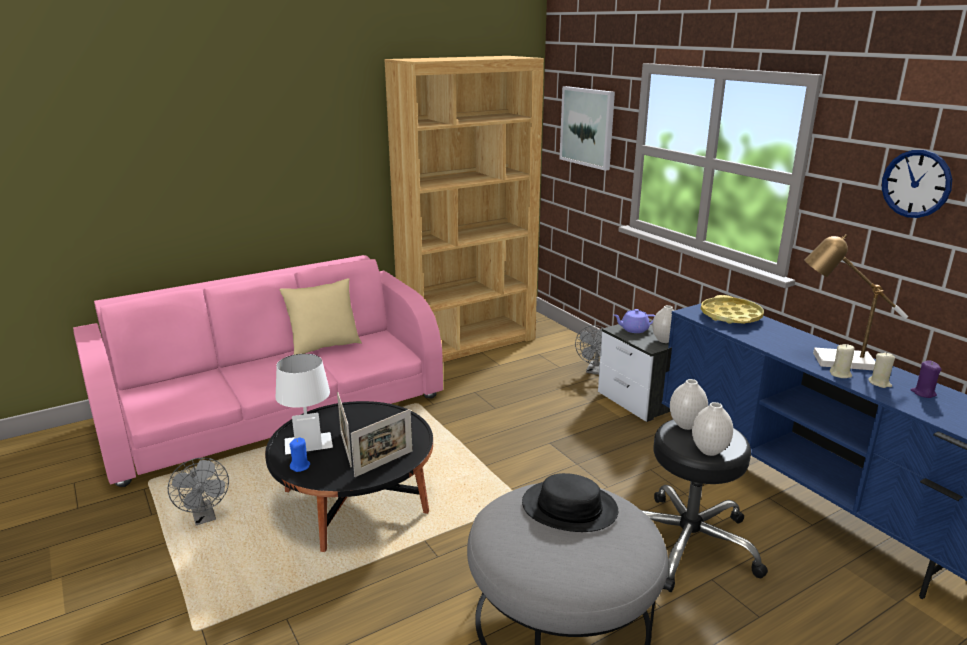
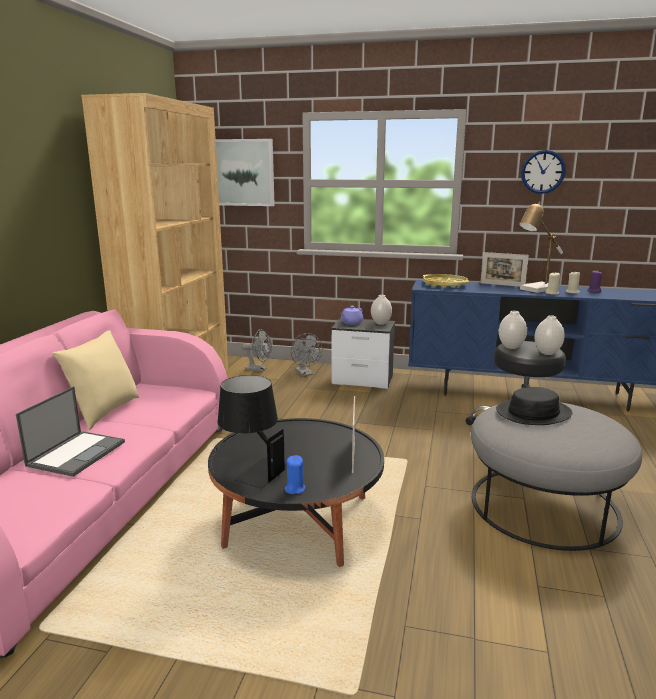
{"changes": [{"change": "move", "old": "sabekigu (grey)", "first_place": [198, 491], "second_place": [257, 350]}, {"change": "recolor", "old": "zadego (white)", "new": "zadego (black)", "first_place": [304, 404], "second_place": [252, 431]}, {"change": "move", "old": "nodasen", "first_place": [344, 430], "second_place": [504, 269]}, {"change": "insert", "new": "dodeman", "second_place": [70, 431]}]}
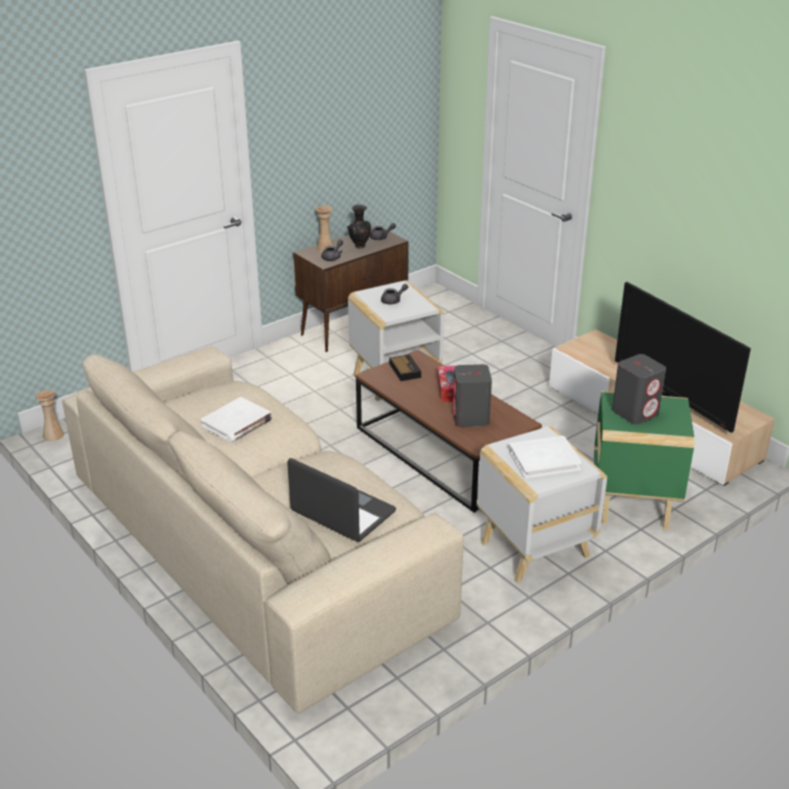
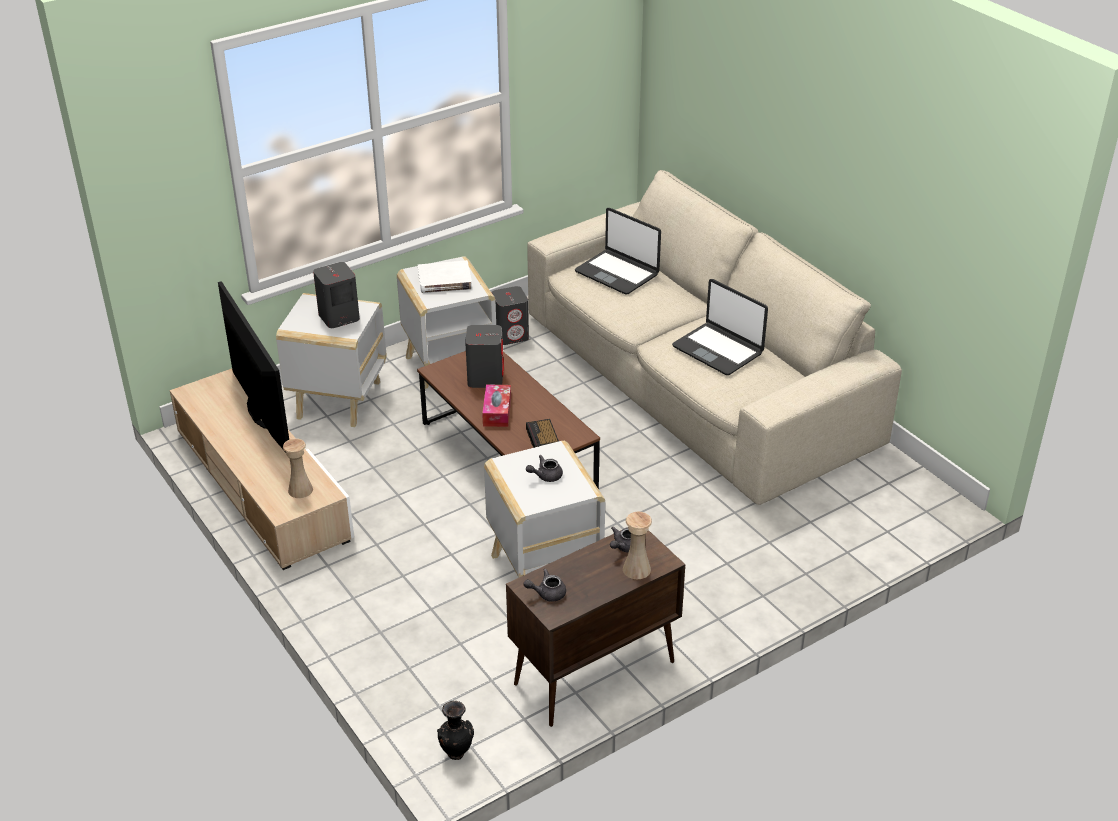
{"changes": [{"change": "move", "old": "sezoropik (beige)", "first_place": [50, 415], "second_place": [298, 468]}, {"change": "replace", "old": "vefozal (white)", "new": "dodeman", "first_place": [236, 419], "second_place": [720, 327]}, {"change": "move", "old": "sezoropik (black)", "first_place": [359, 226], "second_place": [455, 730]}, {"change": "recolor", "old": "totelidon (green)", "new": "totelidon (white)", "first_place": [644, 460], "second_place": [331, 360]}, {"change": "insert", "new": "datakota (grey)", "second_place": [510, 315]}]}
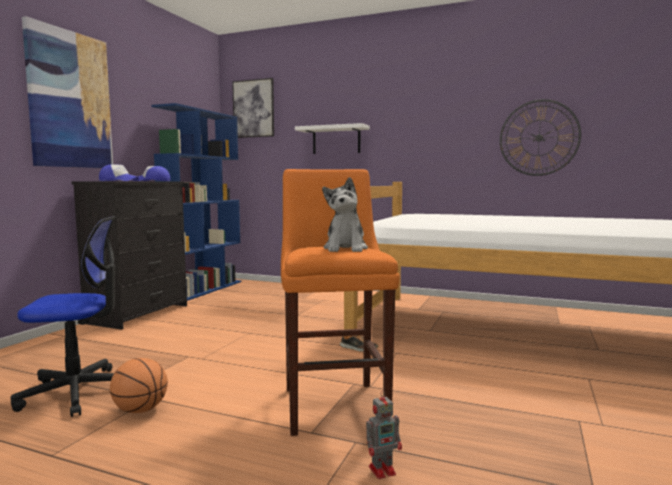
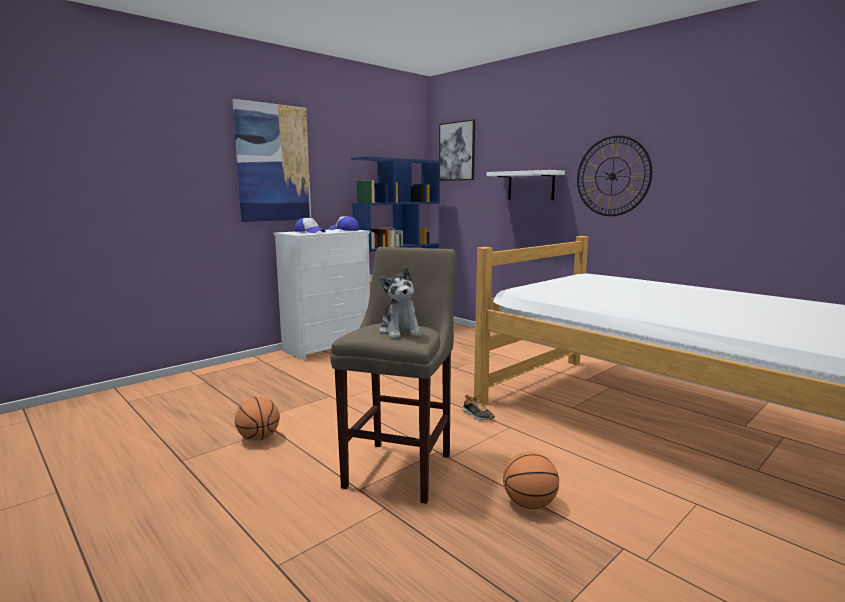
{"changes": [{"change": "delete", "old": "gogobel", "first_place": [63, 316]}, {"change": "recolor", "old": "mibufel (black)", "new": "mibufel (white)", "first_place": [129, 255], "second_place": [322, 295]}, {"change": "recolor", "old": "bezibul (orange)", "new": "bezibul (beige)", "first_place": [340, 302], "second_place": [393, 375]}, {"change": "rotate", "old": "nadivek", "first_place": [345, 214], "second_place": [400, 303], "degrees": -45}, {"change": "delete", "old": "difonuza", "first_place": [384, 434]}, {"change": "move", "old": "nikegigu", "first_place": [540, 137], "second_place": [614, 175]}, {"change": "insert", "new": "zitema", "second_place": [531, 480]}]}
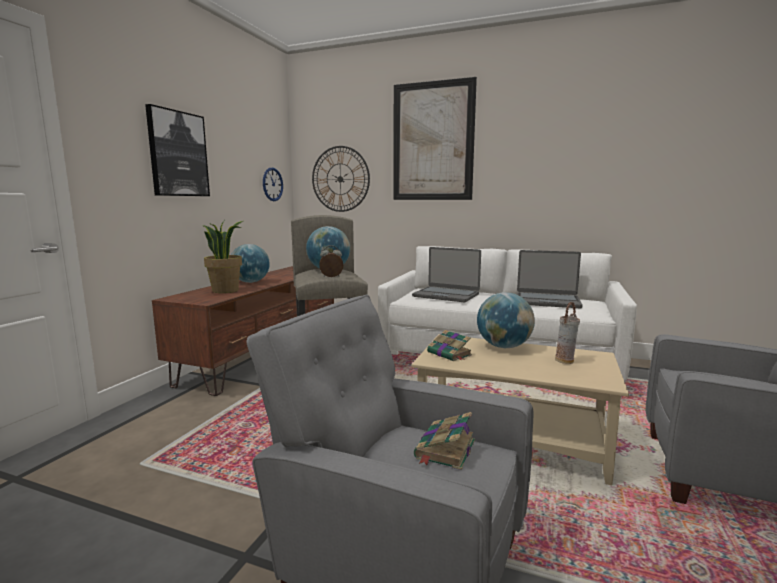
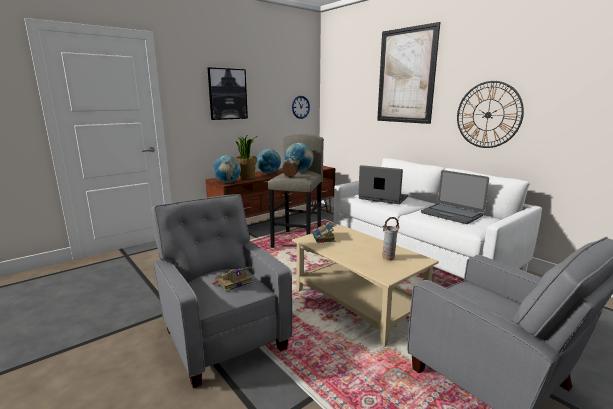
{"changes": [{"change": "move", "old": "nikegigu", "first_place": [341, 179], "second_place": [490, 114]}, {"change": "rotate", "old": "dodeman", "first_place": [446, 274], "second_place": [383, 184], "degrees": 150}, {"change": "move", "old": "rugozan", "first_place": [506, 320], "second_place": [227, 169]}]}
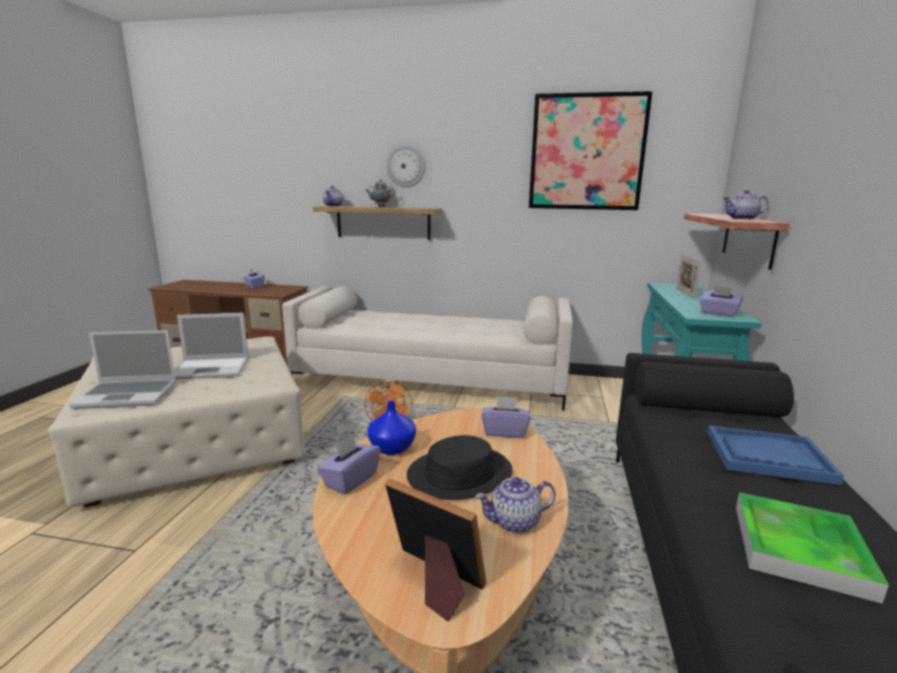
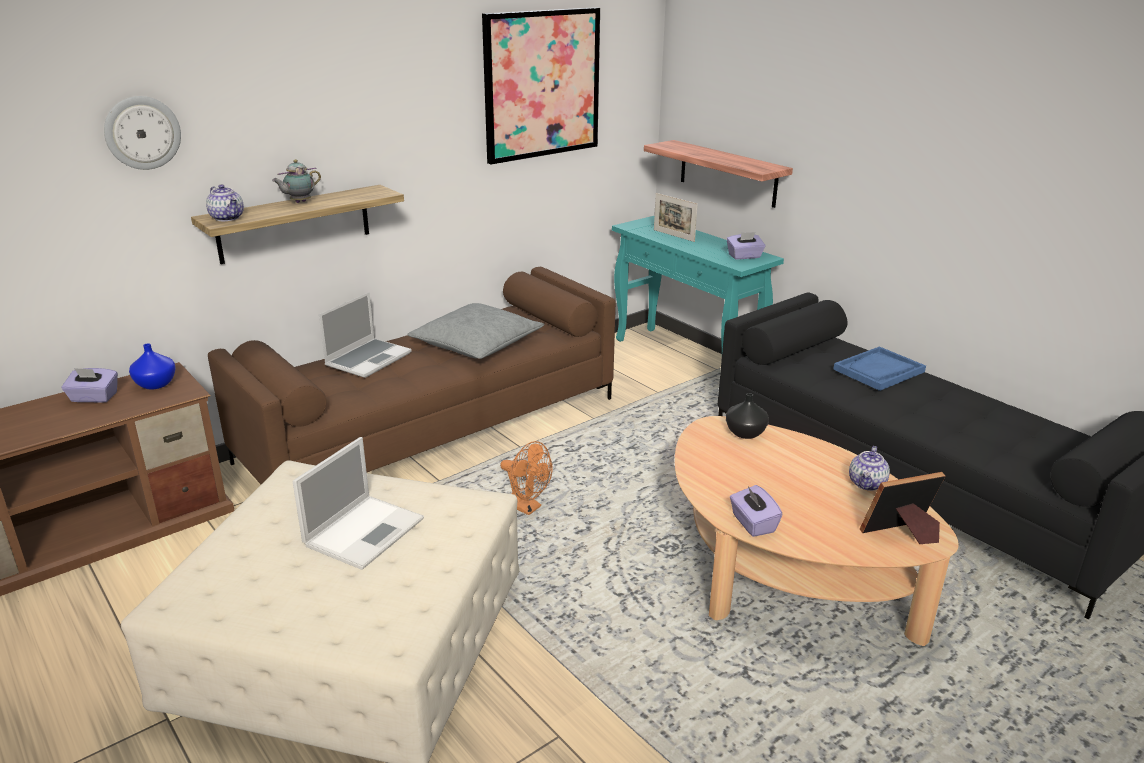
{"changes": [{"change": "move", "old": "dodeman", "first_place": [123, 369], "second_place": [365, 335]}, {"change": "recolor", "old": "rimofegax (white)", "new": "rimofegax (brown)", "first_place": [427, 348], "second_place": [412, 375]}, {"change": "move", "old": "sezoropik (blue)", "first_place": [391, 428], "second_place": [152, 366]}, {"change": "move", "old": "nikegigu", "first_place": [406, 166], "second_place": [142, 133]}, {"change": "delete", "old": "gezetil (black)", "first_place": [460, 467]}, {"change": "replace", "old": "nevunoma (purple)", "new": "sezoropik (black)", "first_place": [506, 417], "second_place": [747, 416]}, {"change": "delete", "old": "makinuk", "first_place": [746, 205]}, {"change": "delete", "old": "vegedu", "first_place": [812, 548]}, {"change": "insert", "new": "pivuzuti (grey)", "second_place": [475, 331]}]}
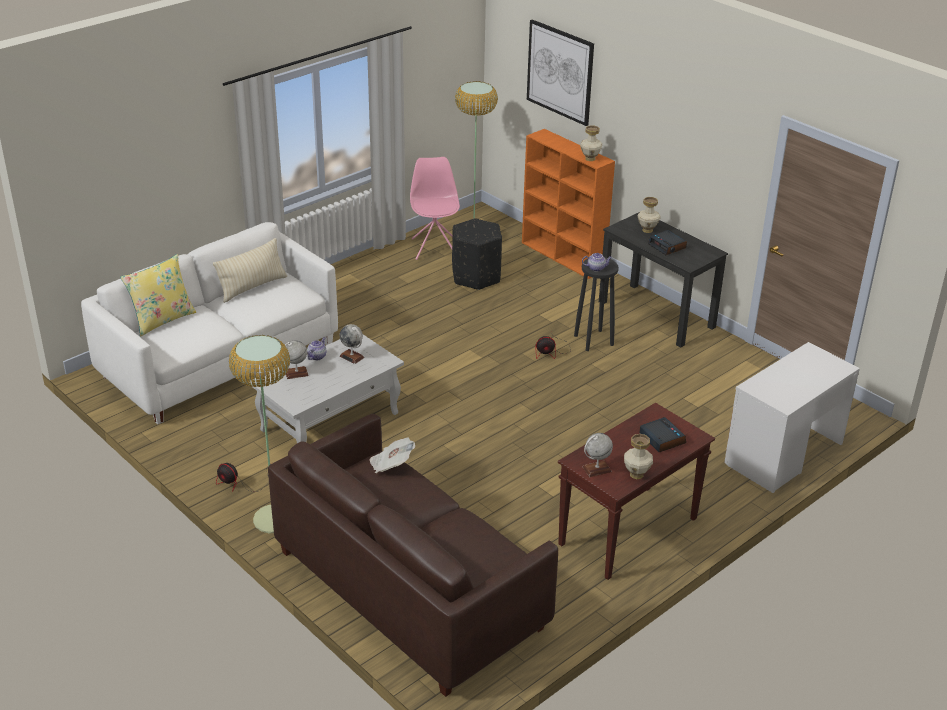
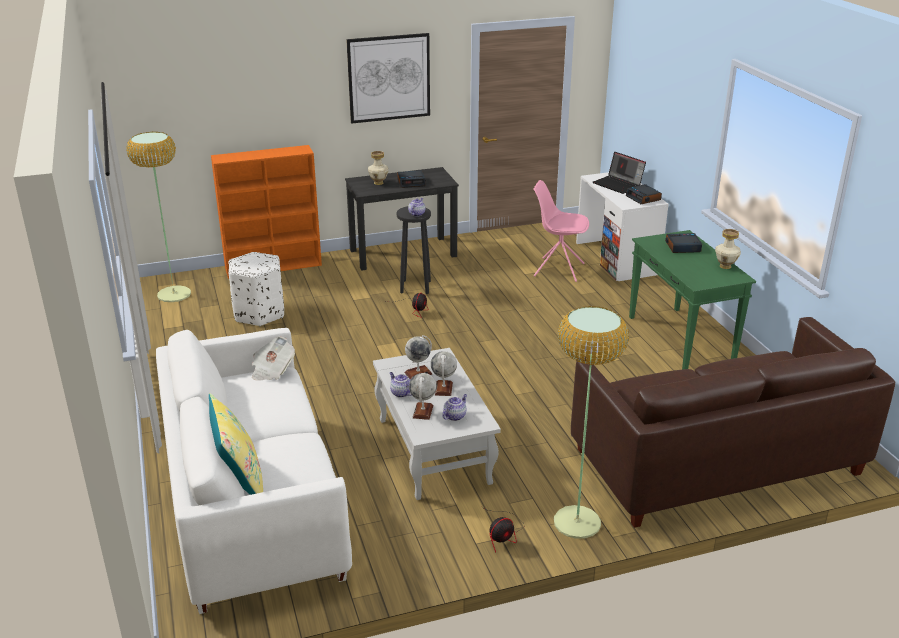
{"changes": [{"change": "delete", "old": "pivuzuti (beige)", "first_place": [250, 270]}, {"change": "move", "old": "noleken", "first_place": [392, 455], "second_place": [273, 358]}, {"change": "move", "old": "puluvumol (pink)", "first_place": [435, 208], "second_place": [561, 231]}, {"change": "recolor", "old": "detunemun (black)", "new": "detunemun (white)", "first_place": [477, 254], "second_place": [256, 289]}, {"change": "move", "old": "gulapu", "first_place": [560, 72], "second_place": [388, 78]}, {"change": "recolor", "old": "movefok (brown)", "new": "movefok (green)", "first_place": [636, 491], "second_place": [692, 300]}, {"change": "delete", "old": "sezoropik", "first_place": [591, 143]}, {"change": "move", "old": "rugozan", "first_place": [597, 455], "second_place": [444, 373]}, {"change": "insert", "new": "makinuk", "second_place": [454, 407]}, {"change": "insert", "new": "dodeman", "second_place": [619, 173]}, {"change": "insert", "new": "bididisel", "second_place": [644, 194]}]}
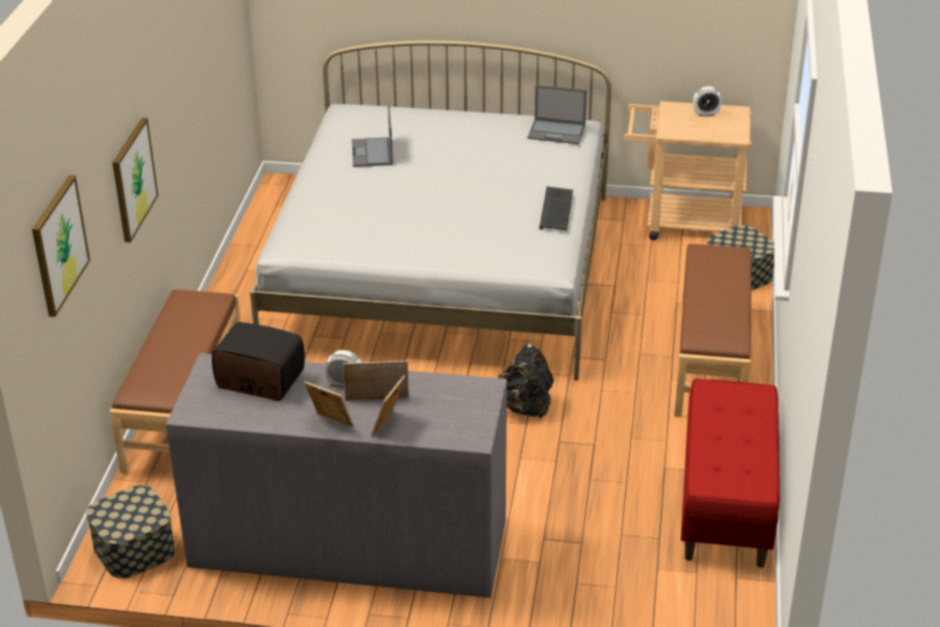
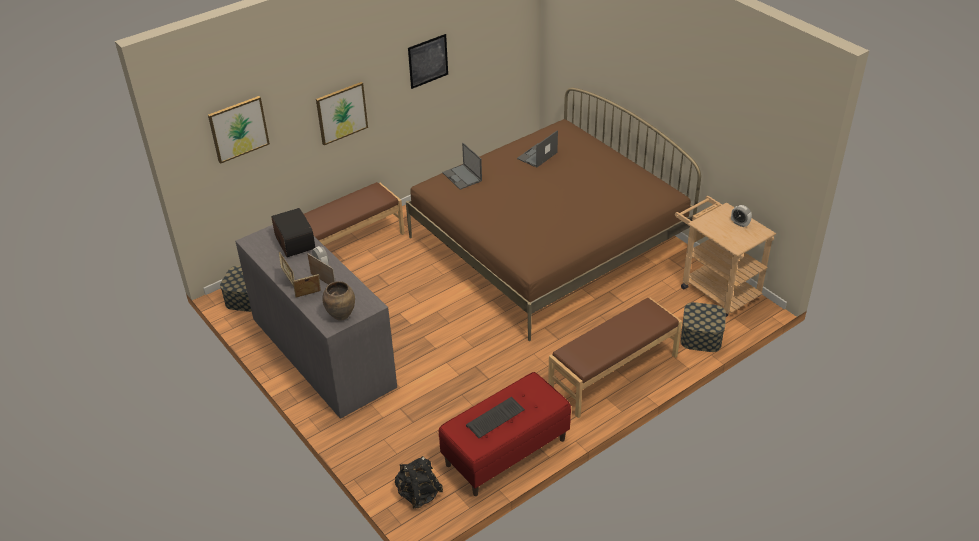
{"changes": [{"change": "recolor", "old": "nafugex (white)", "new": "nafugex (brown)", "first_place": [430, 210], "second_place": [553, 214]}, {"change": "move", "old": "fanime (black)", "first_place": [525, 381], "second_place": [419, 482]}, {"change": "move", "old": "dodeman", "first_place": [557, 114], "second_place": [462, 166]}, {"change": "move", "old": "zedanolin", "first_place": [556, 208], "second_place": [495, 417]}, {"change": "insert", "new": "sezoropik (brown)", "second_place": [339, 301]}, {"change": "insert", "new": "gulapu", "second_place": [428, 61]}]}
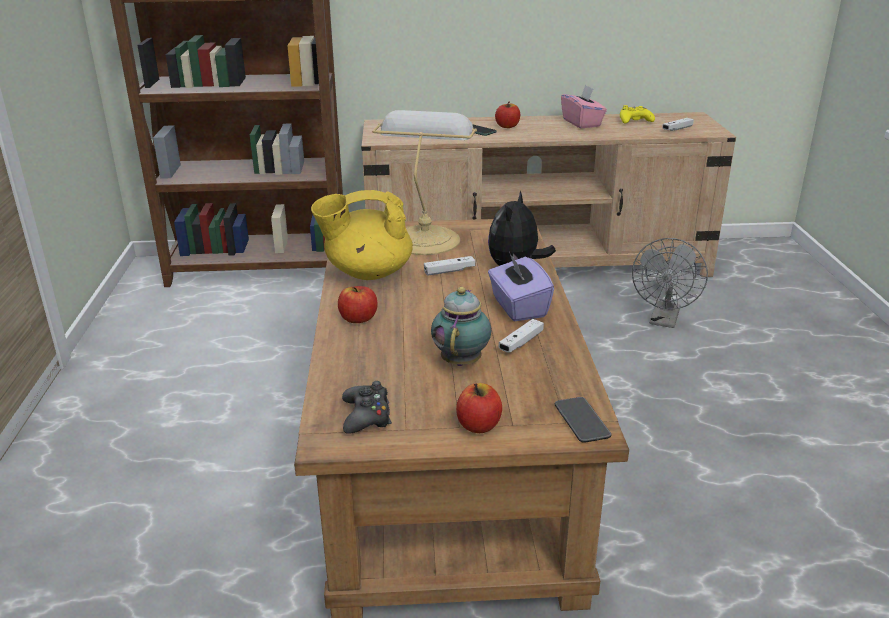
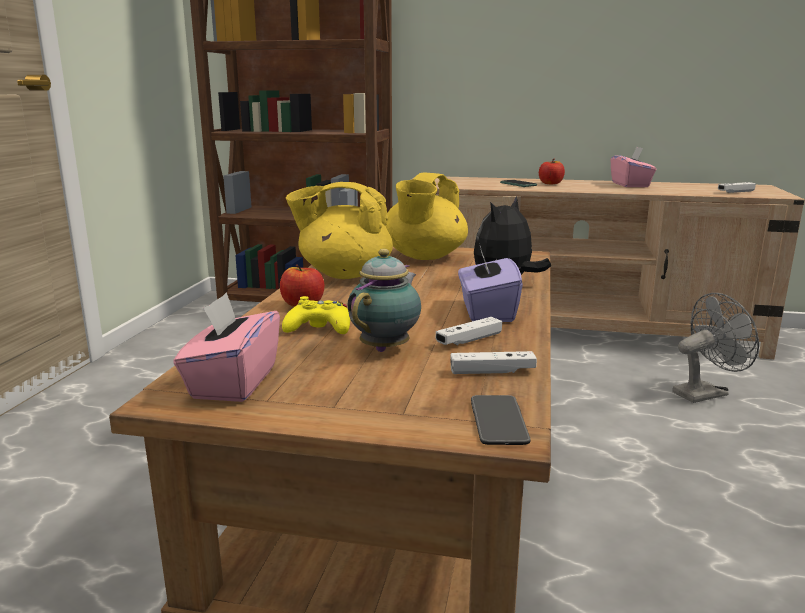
{"changes": [{"change": "replace", "old": "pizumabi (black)", "new": "nevunoma (pink)", "first_place": [367, 407], "second_place": [226, 347]}, {"change": "replace", "old": "zadego", "new": "makinuk (yellow)", "first_place": [424, 182], "second_place": [427, 216]}, {"change": "move", "old": "pizumabi (white)", "first_place": [449, 266], "second_place": [493, 362]}, {"change": "delete", "old": "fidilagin", "first_place": [479, 408]}, {"change": "move", "old": "pizumabi (yellow)", "first_place": [637, 114], "second_place": [316, 315]}, {"change": "rotate", "old": "sabekigu (grey)", "first_place": [670, 283], "second_place": [715, 348], "degrees": -150}]}
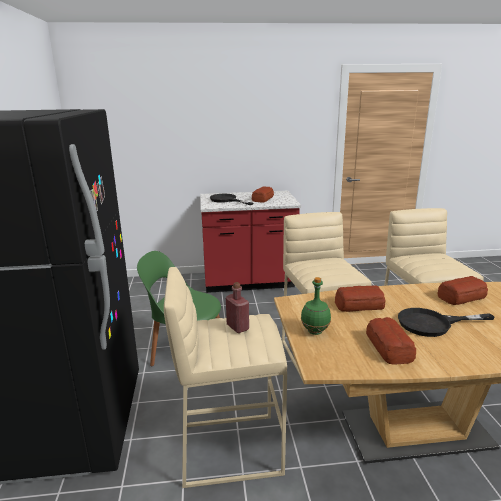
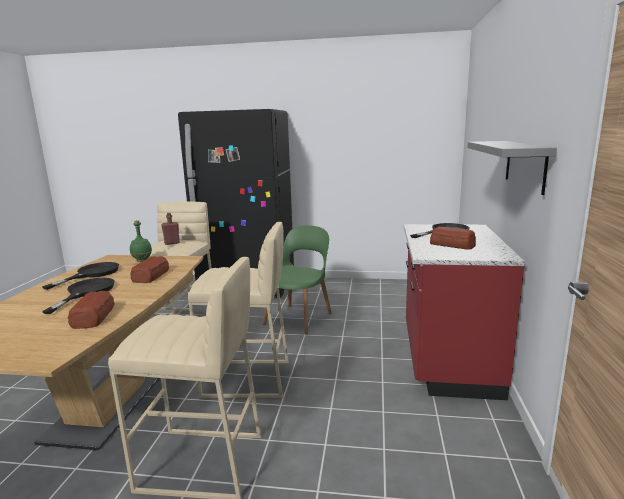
{"changes": [{"change": "replace", "old": "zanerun", "new": "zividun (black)", "first_place": [391, 341], "second_place": [80, 276]}, {"change": "insert", "new": "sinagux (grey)", "second_place": [512, 168]}]}
